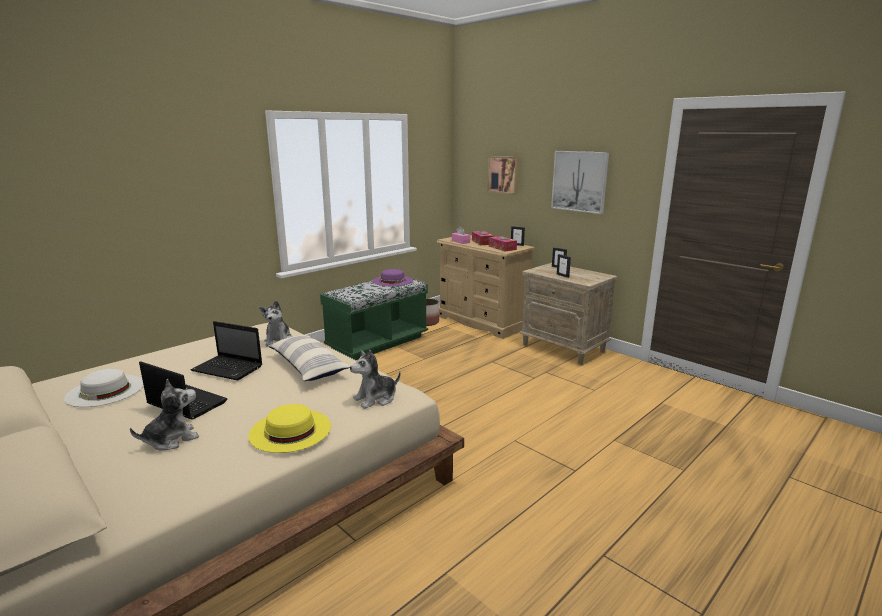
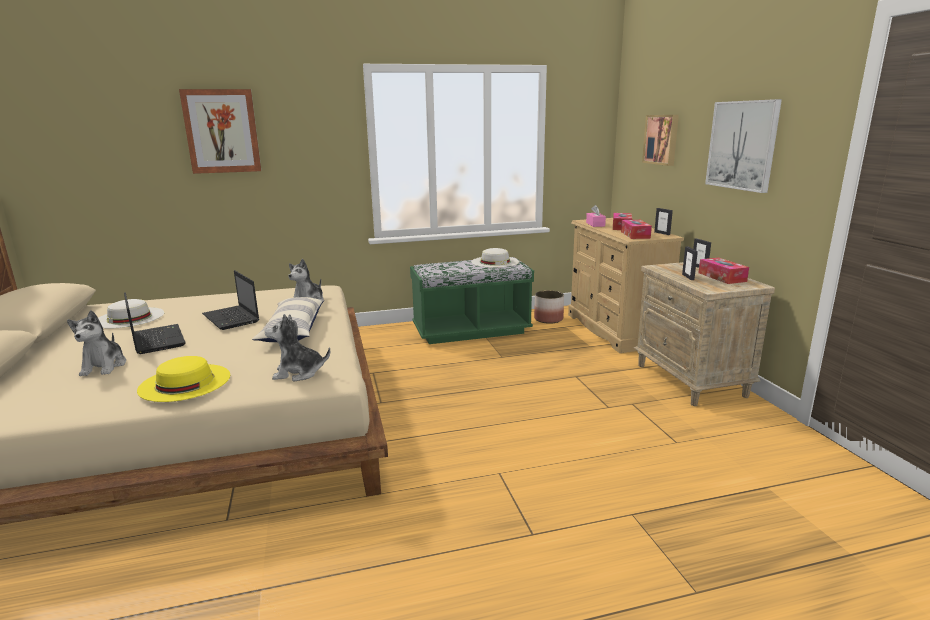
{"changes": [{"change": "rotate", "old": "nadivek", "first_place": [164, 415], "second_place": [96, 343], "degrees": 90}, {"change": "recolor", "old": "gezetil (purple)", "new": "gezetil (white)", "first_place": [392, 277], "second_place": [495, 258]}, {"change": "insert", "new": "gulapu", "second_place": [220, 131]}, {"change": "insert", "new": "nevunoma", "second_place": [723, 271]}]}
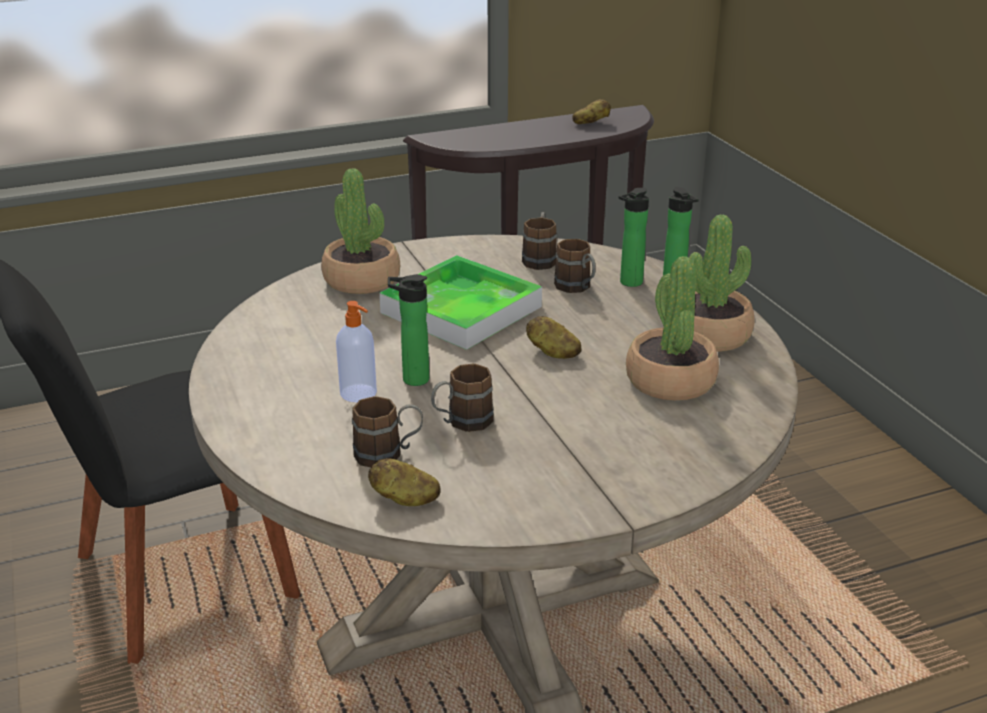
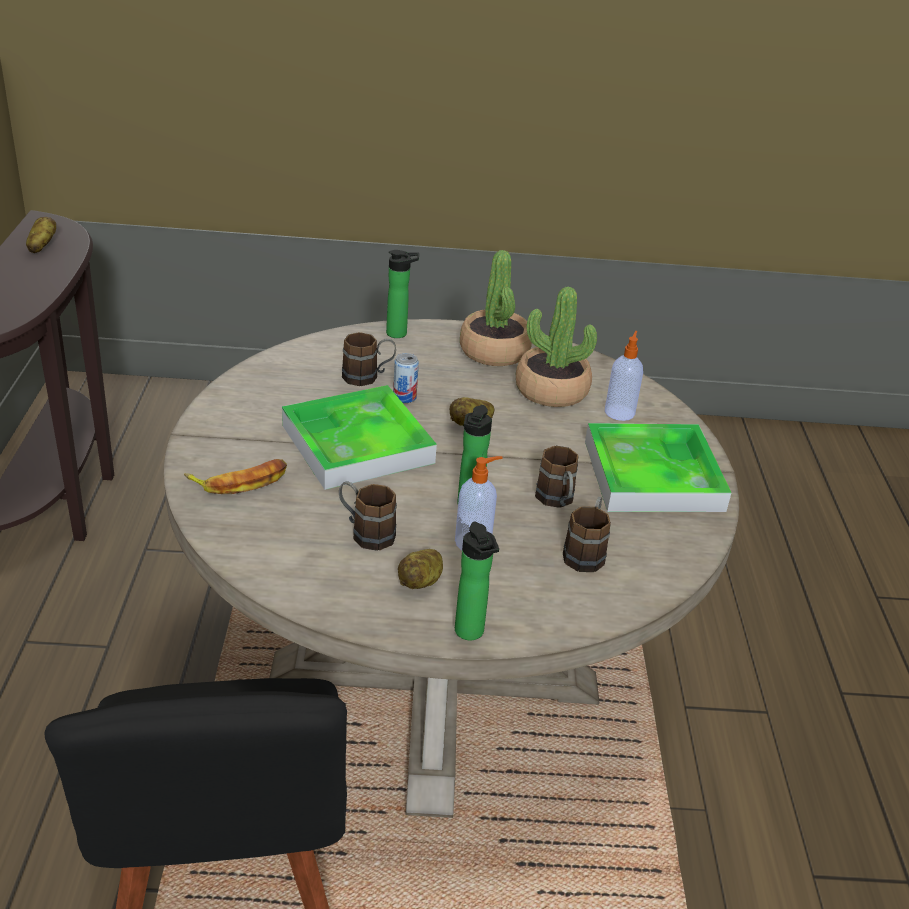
{"changes": [{"change": "replace", "old": "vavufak", "new": "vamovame", "first_place": [360, 231], "second_place": [235, 476]}, {"change": "move", "old": "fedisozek", "first_place": [404, 482], "second_place": [420, 569]}, {"change": "move", "old": "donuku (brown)", "first_place": [539, 241], "second_place": [368, 516]}, {"change": "move", "old": "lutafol", "first_place": [633, 237], "second_place": [477, 581]}, {"change": "insert", "new": "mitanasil", "second_place": [406, 378]}, {"change": "insert", "new": "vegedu", "second_place": [658, 467]}, {"change": "insert", "new": "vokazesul", "second_place": [624, 376]}]}
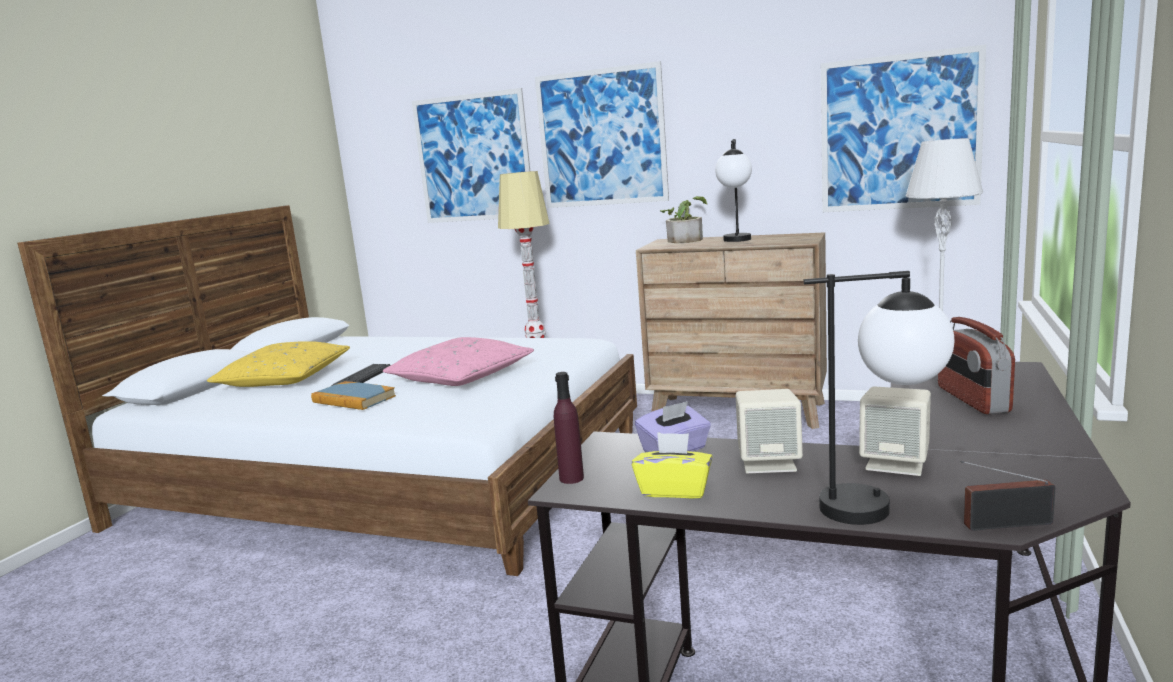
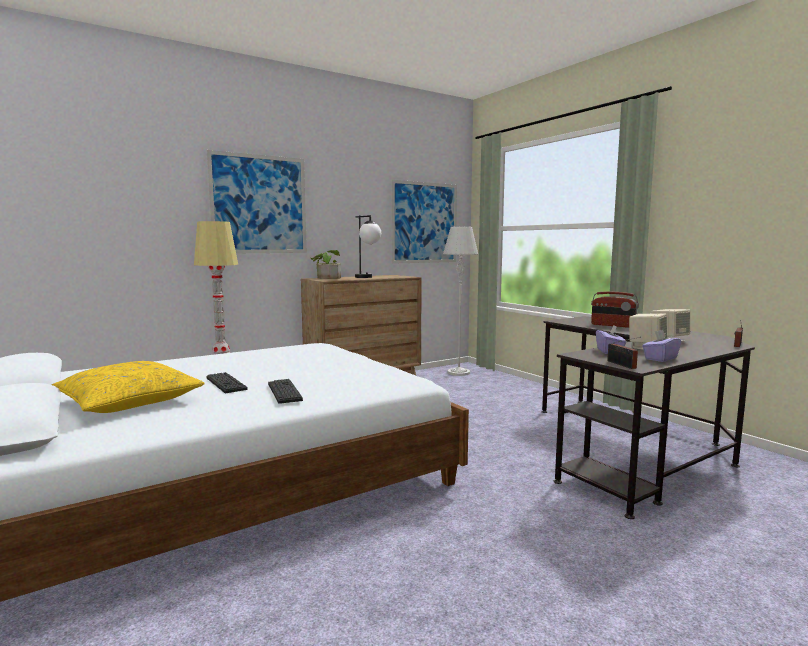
{"changes": [{"change": "replace", "old": "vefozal", "new": "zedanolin", "first_place": [353, 395], "second_place": [285, 391]}, {"change": "delete", "old": "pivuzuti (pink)", "first_place": [458, 361]}, {"change": "delete", "old": "gulapu", "first_place": [471, 155]}, {"change": "replace", "old": "lutafol (purple)", "new": "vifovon", "first_place": [569, 428], "second_place": [624, 353]}, {"change": "recolor", "old": "nevunoma (yellow)", "new": "nevunoma (purple)", "first_place": [672, 465], "second_place": [661, 346]}, {"change": "delete", "old": "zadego", "first_place": [879, 398]}]}
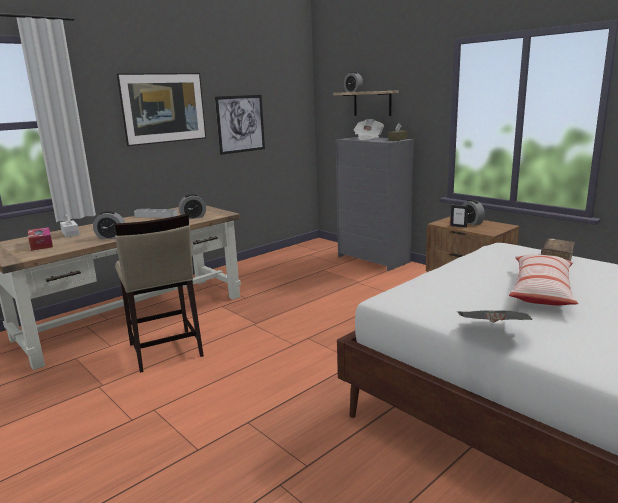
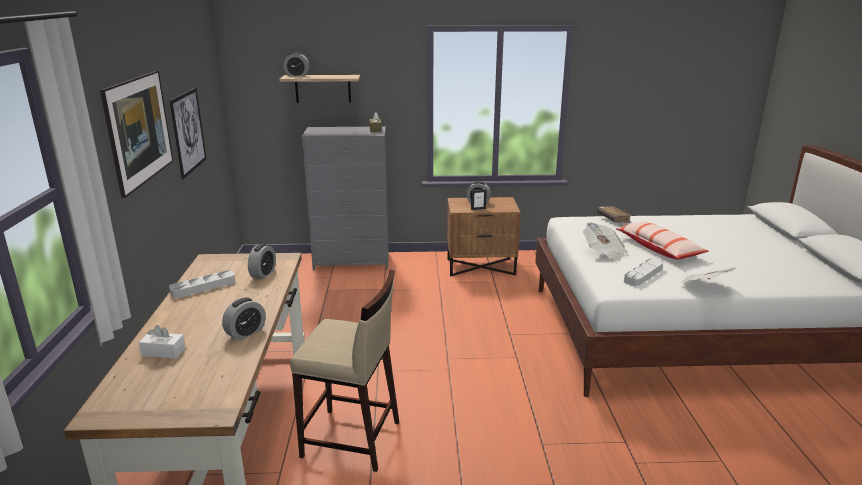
{"changes": [{"change": "delete", "old": "nevunoma", "first_place": [40, 239]}, {"change": "move", "old": "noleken", "first_place": [368, 129], "second_place": [605, 242]}, {"change": "insert", "new": "vegedu (grey)", "second_place": [643, 272]}]}
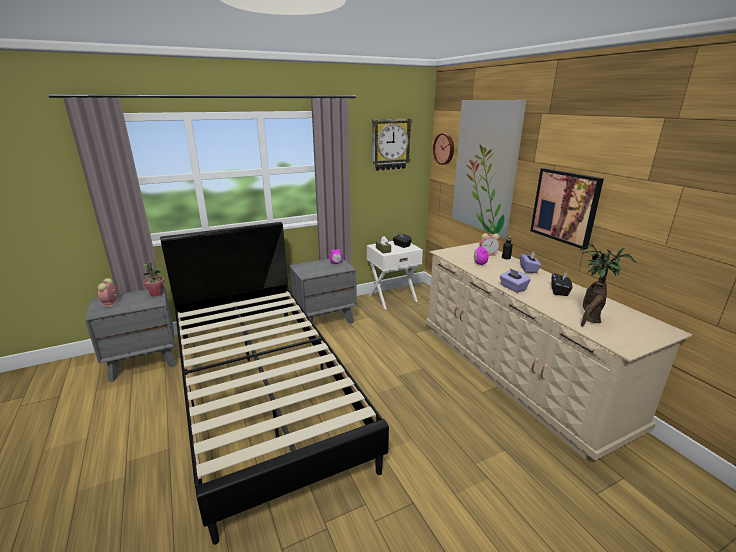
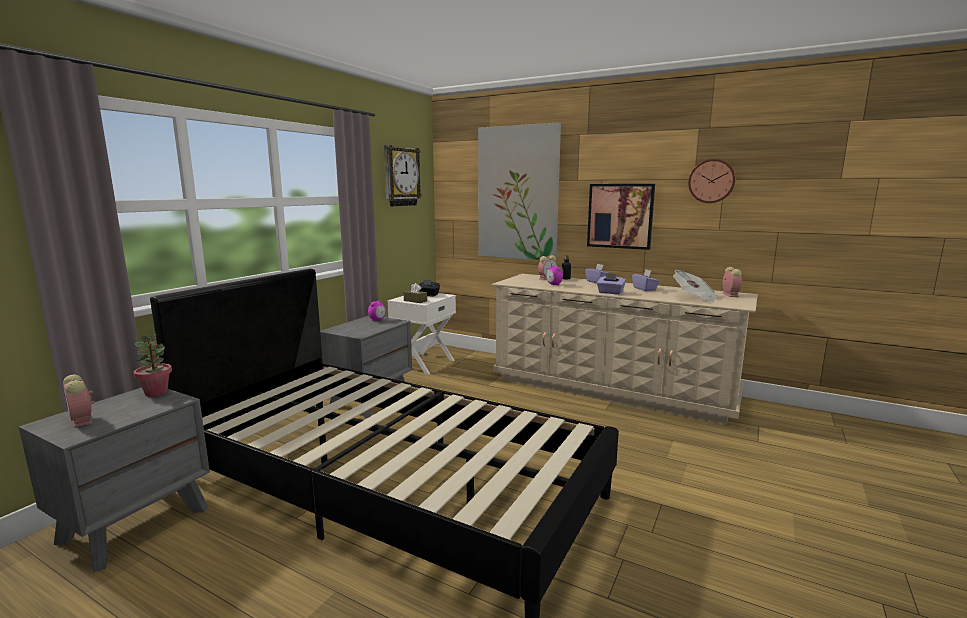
{"changes": [{"change": "move", "old": "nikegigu", "first_place": [443, 149], "second_place": [712, 181]}, {"change": "recolor", "old": "nevunoma (black)", "new": "nevunoma (purple)", "first_place": [561, 284], "second_place": [645, 280]}, {"change": "replace", "old": "vavufak", "new": "noleken", "first_place": [608, 284], "second_place": [695, 286]}, {"change": "insert", "new": "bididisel", "second_place": [732, 282]}]}
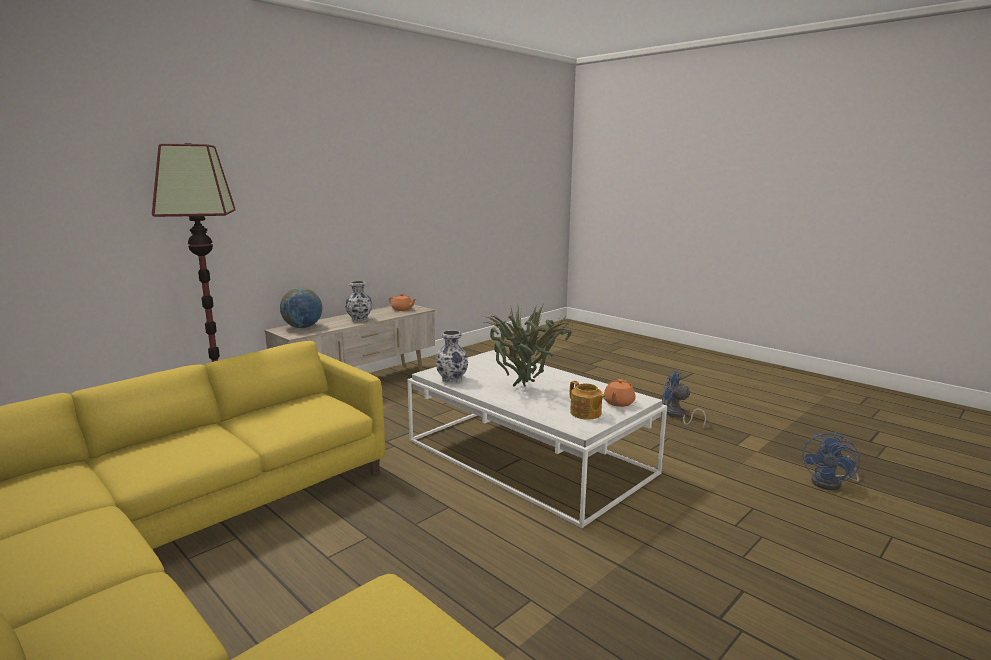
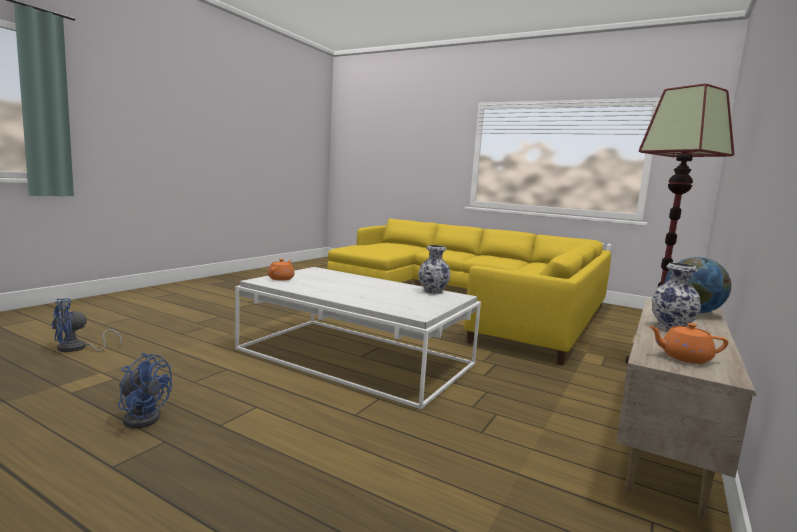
{"changes": [{"change": "delete", "old": "vavufak", "first_place": [528, 345]}, {"change": "delete", "old": "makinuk", "first_place": [588, 400]}, {"change": "rotate", "old": "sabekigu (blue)", "first_place": [831, 461], "second_place": [87, 325], "degrees": -150}]}
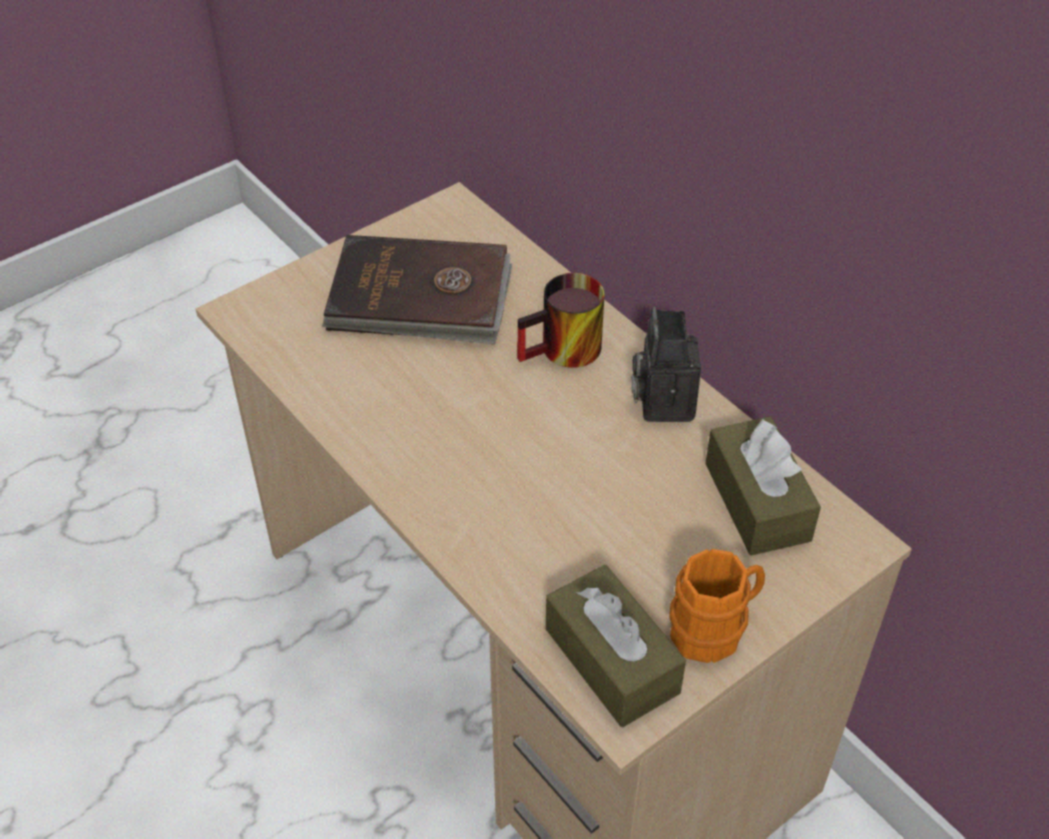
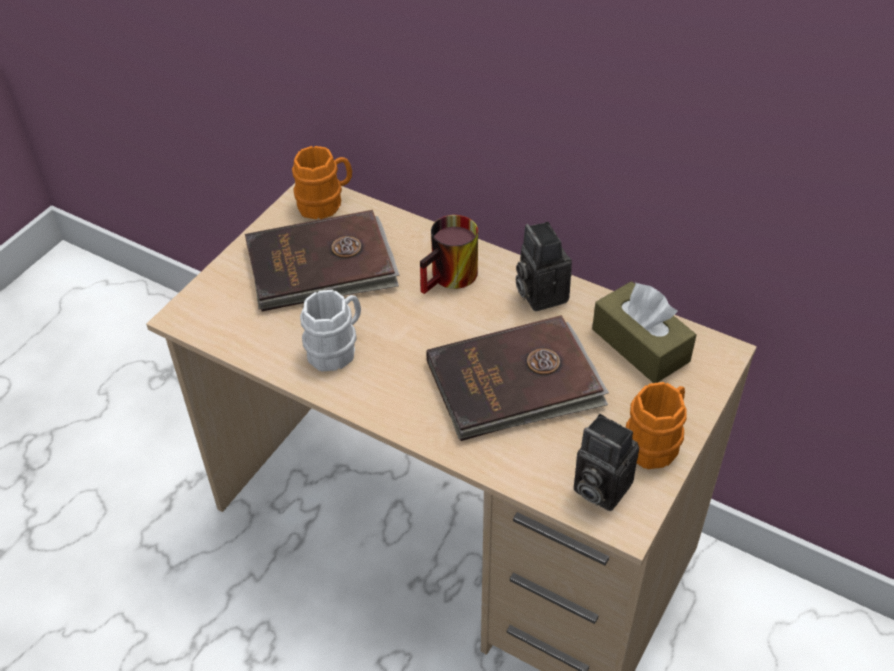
{"changes": [{"change": "replace", "old": "nevunoma (brown)", "new": "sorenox", "first_place": [616, 646], "second_place": [606, 462]}, {"change": "insert", "new": "donuku (orange)", "second_place": [322, 182]}, {"change": "insert", "new": "donuku (white)", "second_place": [330, 331]}, {"change": "insert", "new": "vefozal (brown)", "second_place": [517, 378]}]}
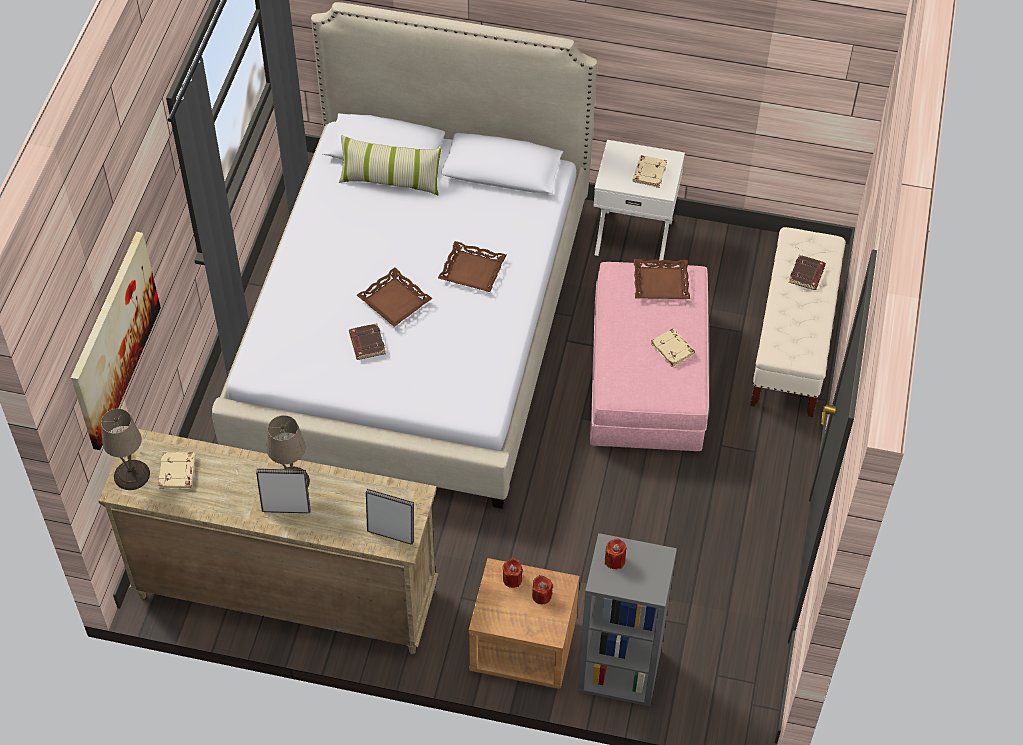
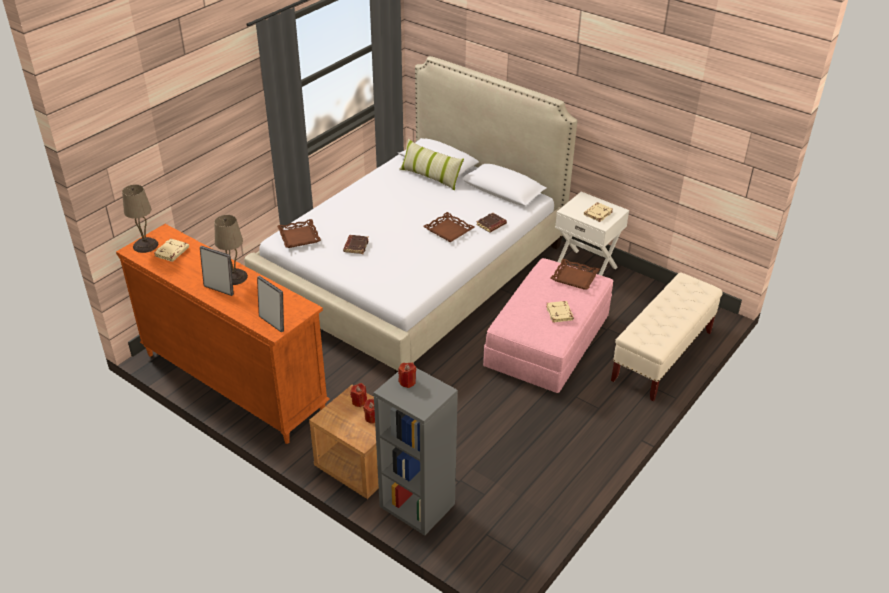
{"changes": [{"change": "delete", "old": "gulapu", "first_place": [116, 341]}, {"change": "recolor", "old": "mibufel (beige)", "new": "mibufel (orange)", "first_place": [268, 541], "second_place": [223, 334]}, {"change": "move", "old": "vegedu (brown)", "first_place": [395, 297], "second_place": [299, 233]}, {"change": "move", "old": "vefozal (brown)", "first_place": [807, 272], "second_place": [491, 223]}]}
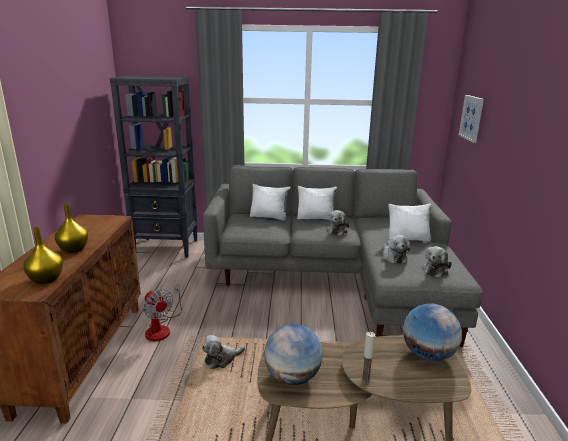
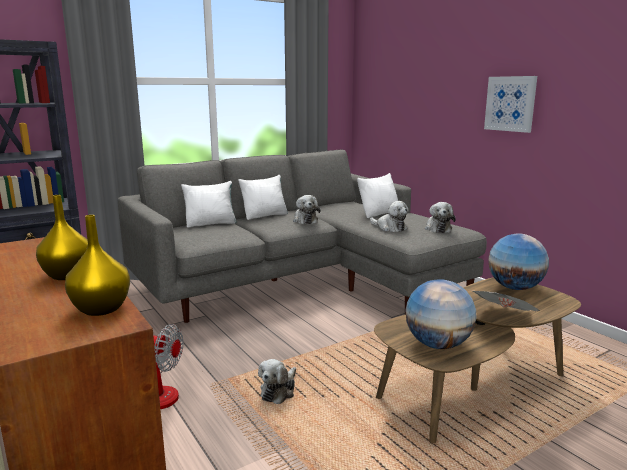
{"changes": [{"change": "replace", "old": "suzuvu", "new": "noleken", "first_place": [368, 357], "second_place": [505, 301]}, {"change": "move", "old": "gulapu", "first_place": [471, 119], "second_place": [510, 104]}]}
